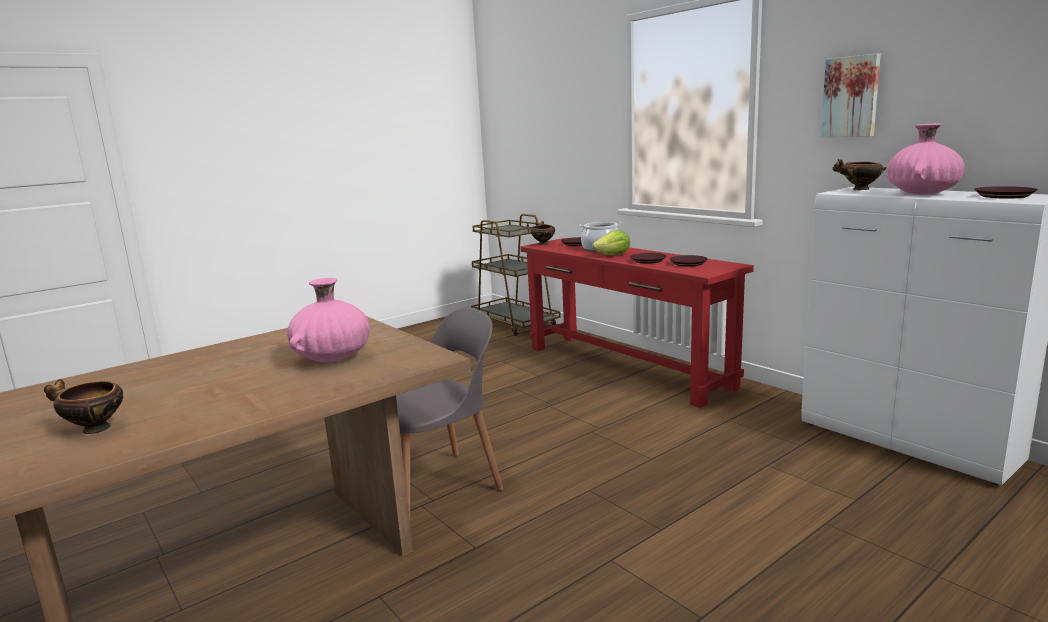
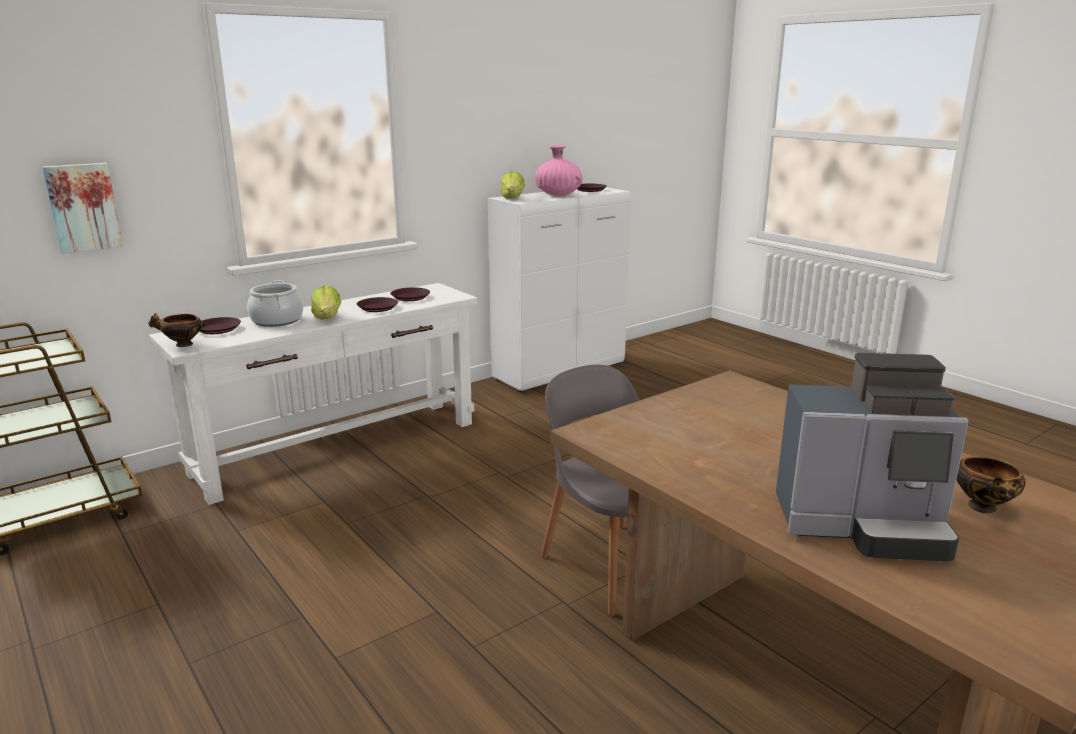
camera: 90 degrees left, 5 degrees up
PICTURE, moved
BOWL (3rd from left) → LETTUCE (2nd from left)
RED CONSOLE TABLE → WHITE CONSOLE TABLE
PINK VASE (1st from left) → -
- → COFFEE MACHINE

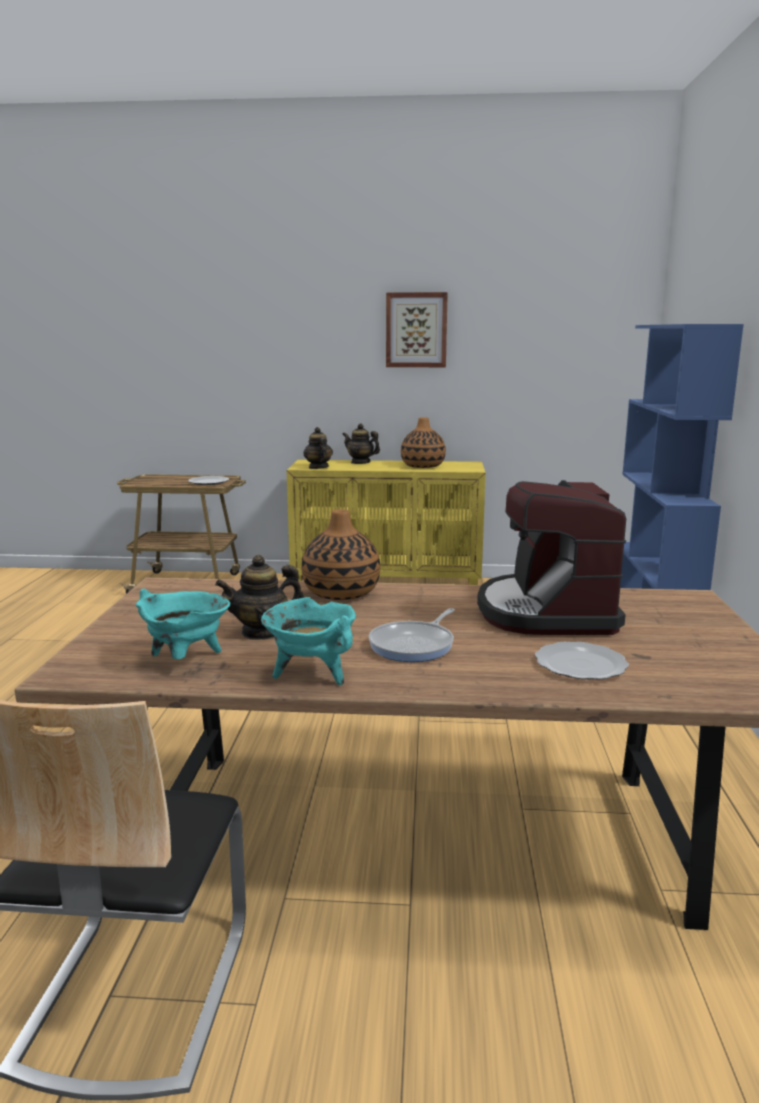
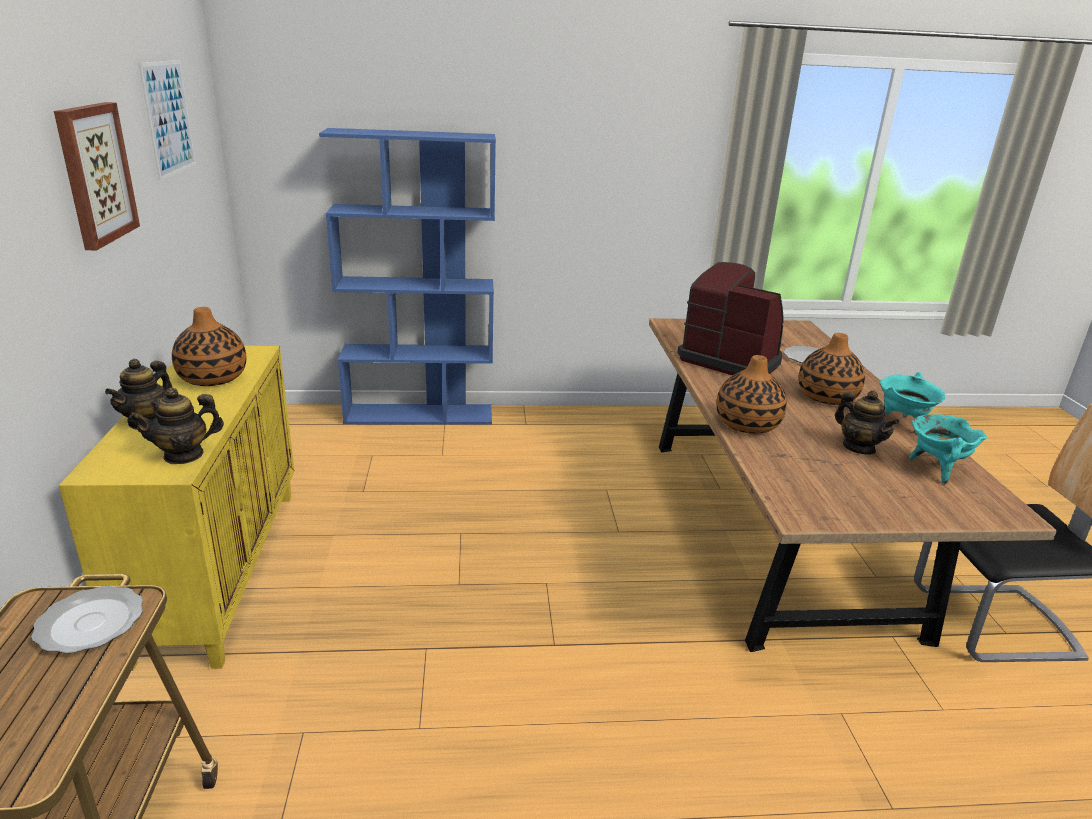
camera: 100 degrees left, 10 degrees up
COFFEE MACHINE, 135 degrees counterclockwise
FRYING PAN → VASE (3rd from left)
- → PICTURE (2nd from left)

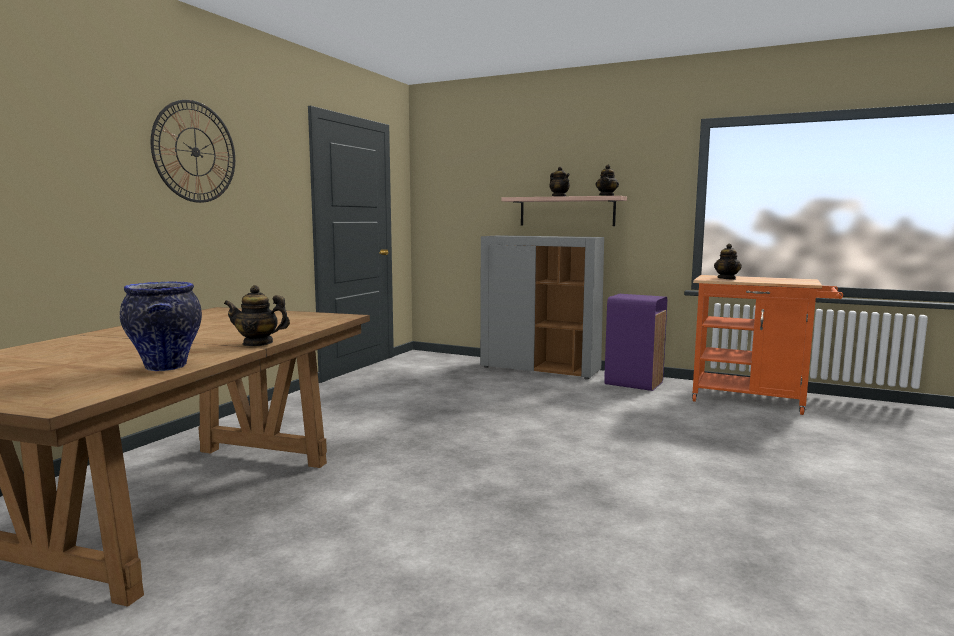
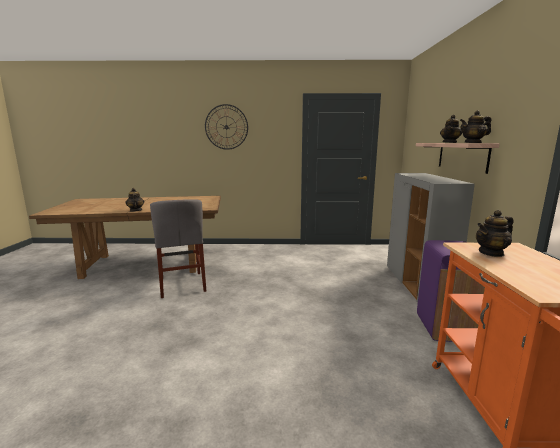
camera: 65 degrees right, 5 degrees up
VASE → -
- → GREY CHAIR

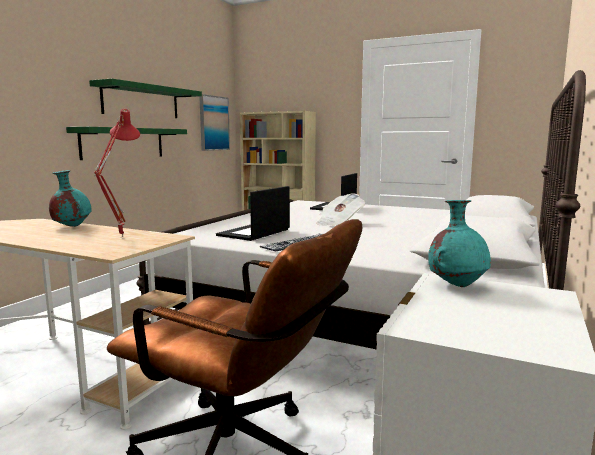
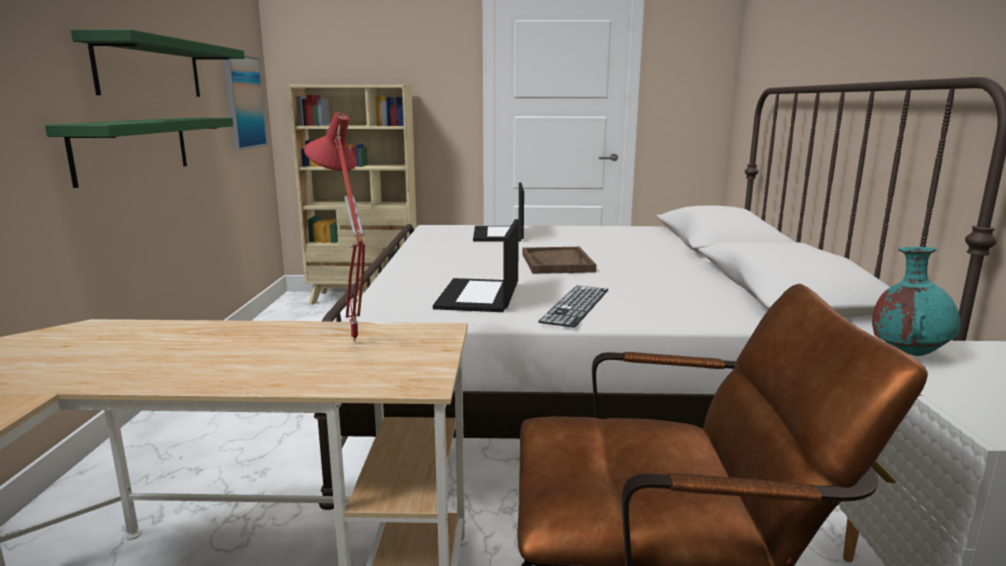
camera: 25 degrees left, 5 degrees up
TURQUOISE VASE (1st from left) → -
NEWSPAPER → BROWN TRAY

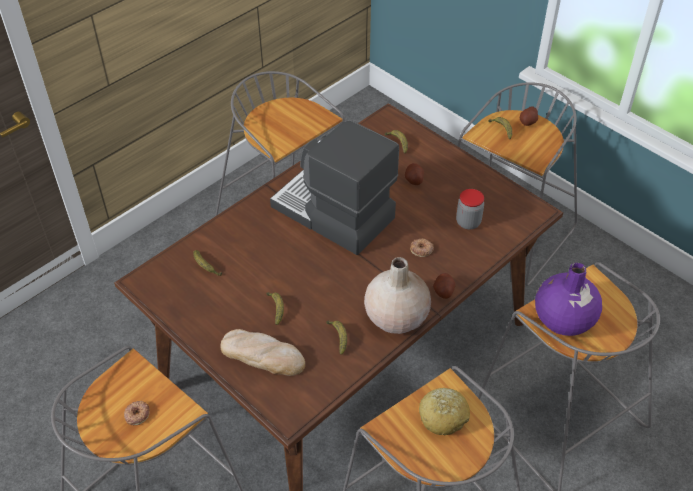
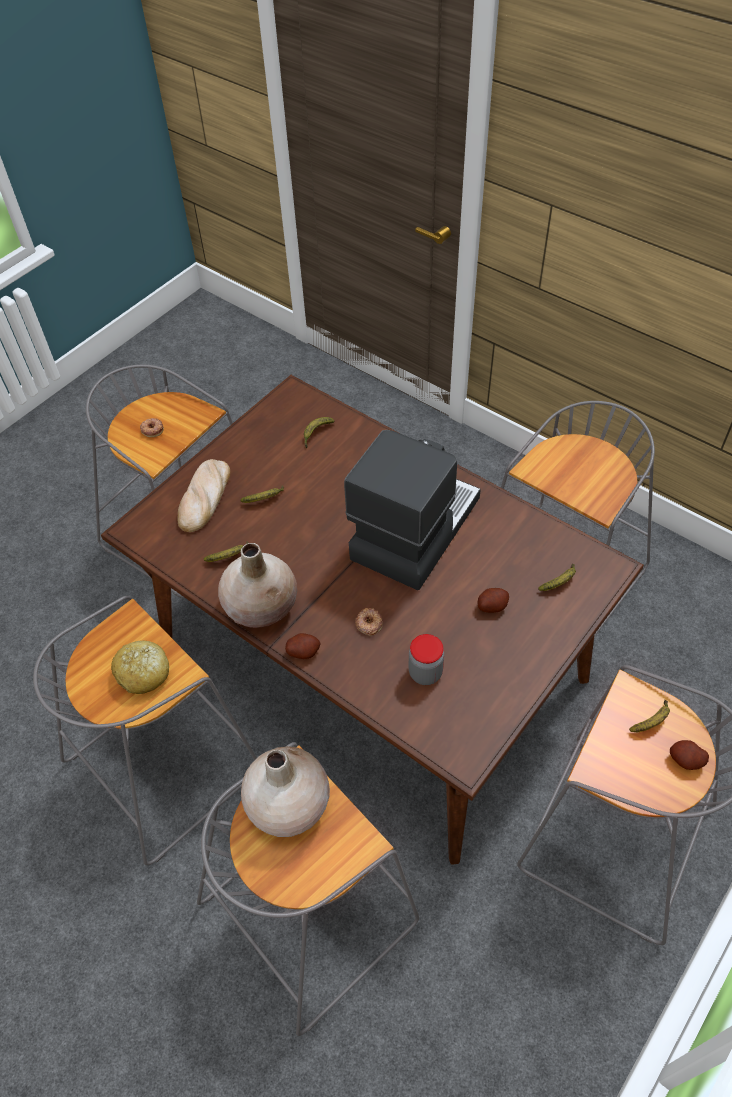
camera: 85 degrees right, 5 degrees up
PURPLE VASE → BEIGE VASE (2nd from left)

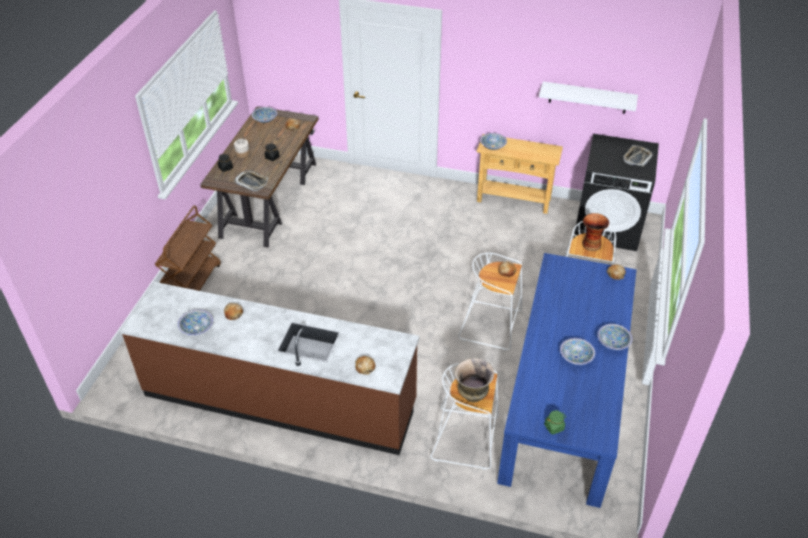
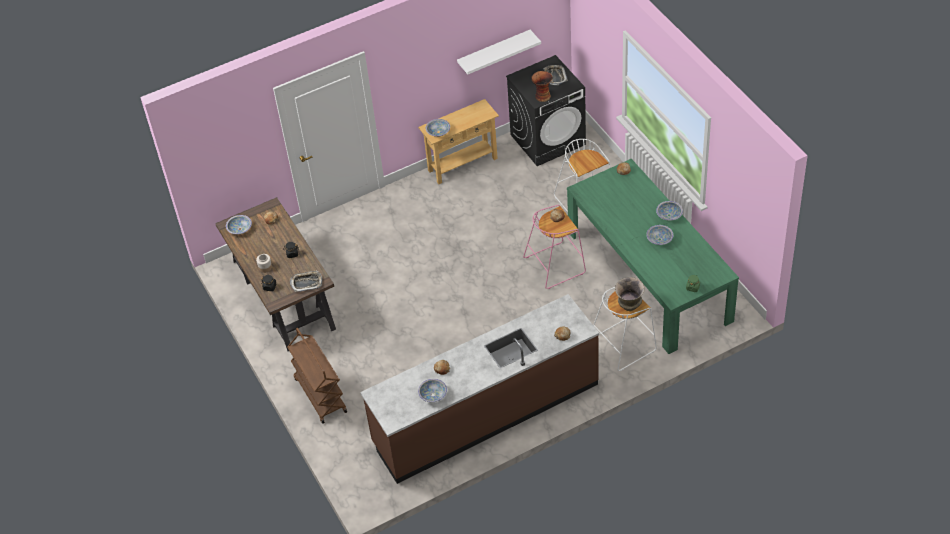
camera: 40 degrees left, 5 degrees up
VASE (2nd from left in the first image) → VASE (1st from left), moved
WHITE STOOL (2nd from left) → PINK STOOL
BLUE DINING TABLE → GREEN DINING TABLE

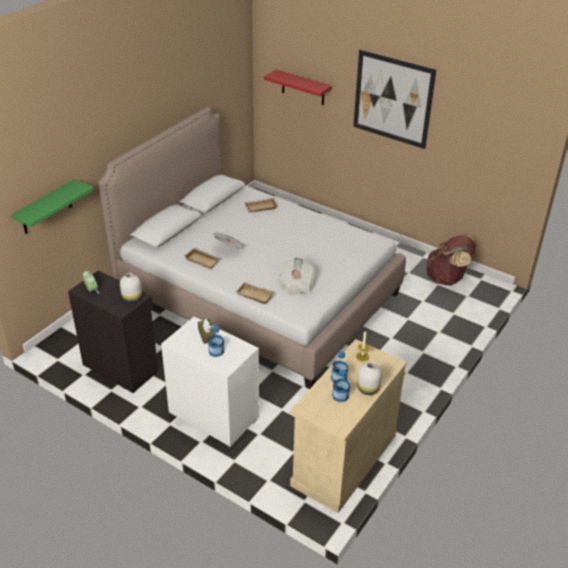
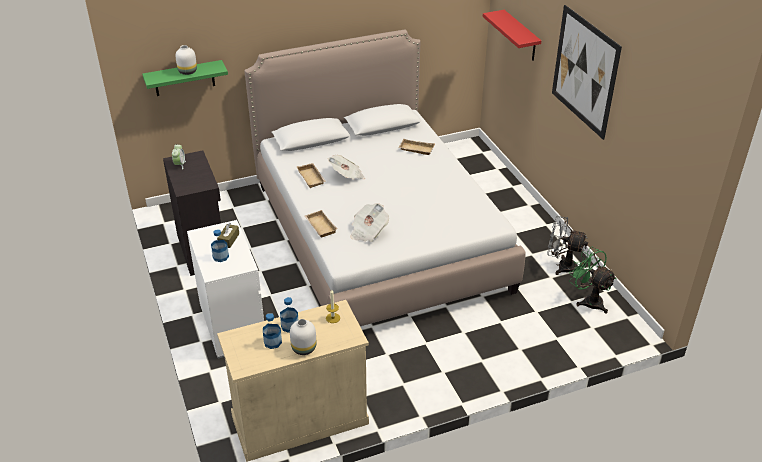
camera: 35 degrees right, 0 degrees up
BROWN BACKPACK → GREEN FAN
WHITE VASE (1st from left), moved
- → GREY FAN

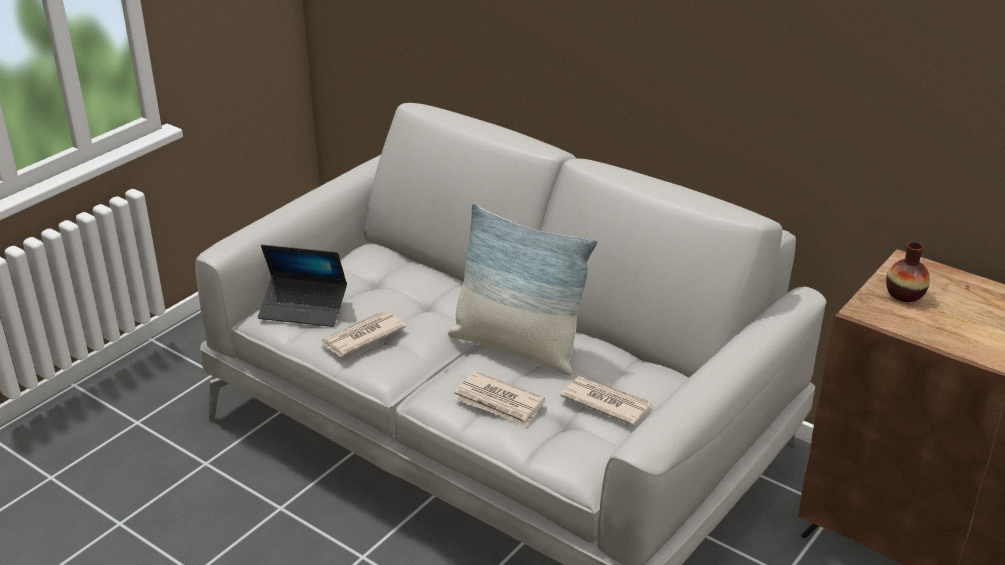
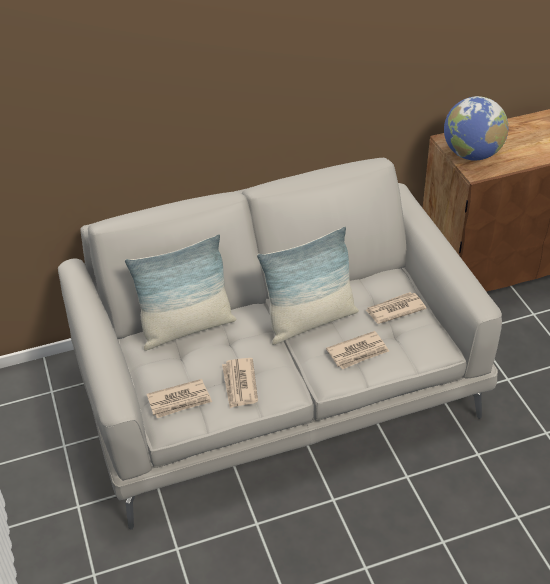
camera: 55 degrees left, 10 degrees up
VASE → GLOBE
LAPTOP → NEWSPAPER (1st from left)
- → PILLOW (1st from left)

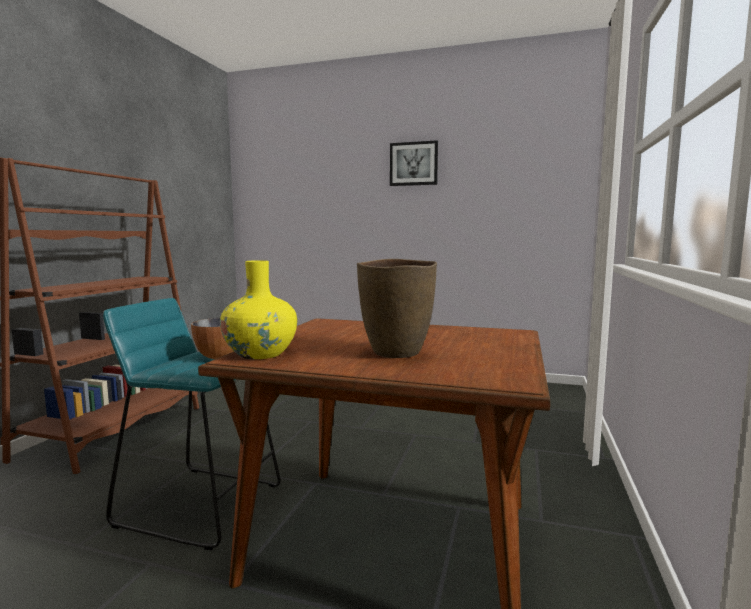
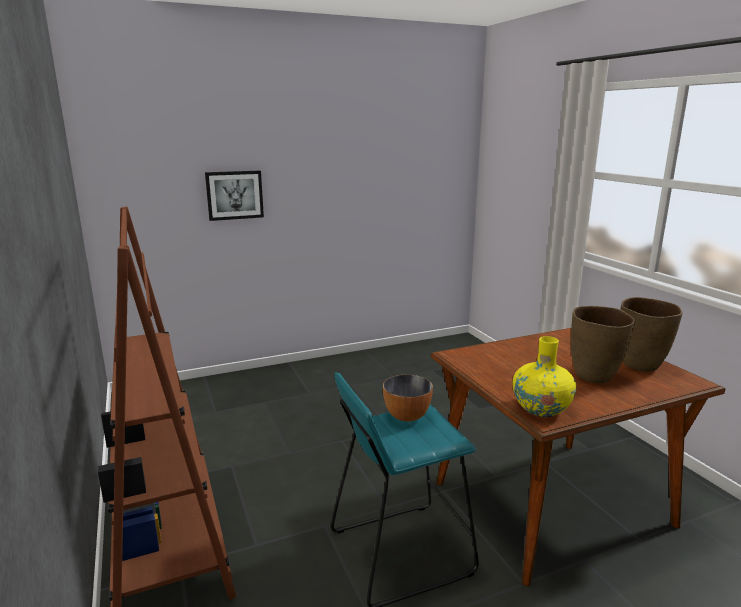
camera: 40 degrees left, 10 degrees up
PICTURE, moved
- → BROWN VASE (2nd from left)

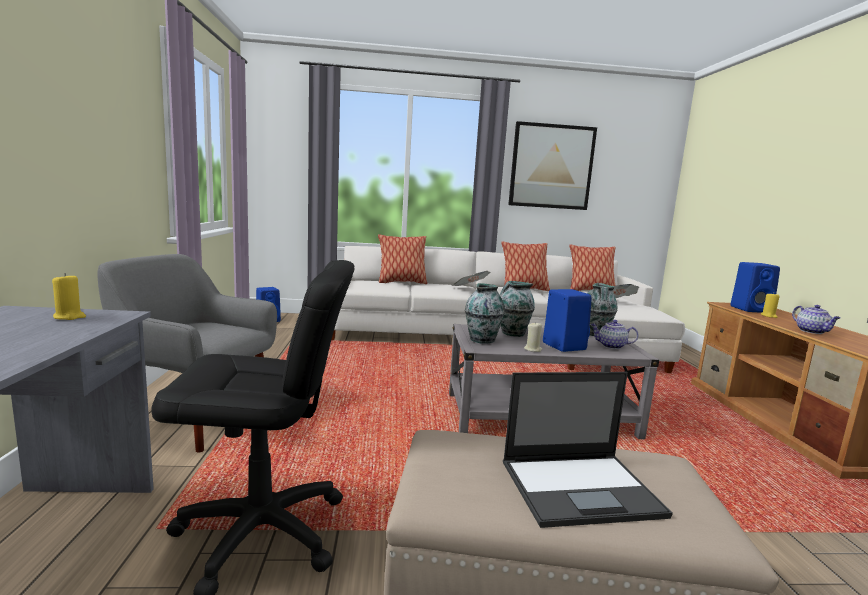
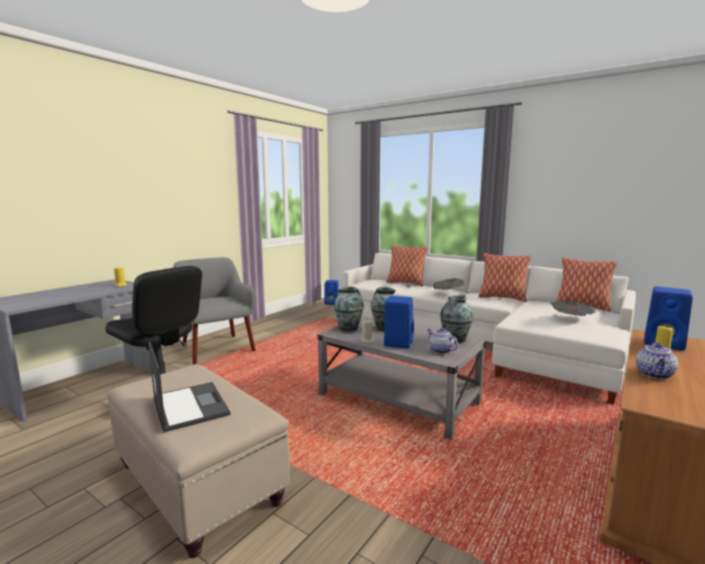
camera: 40 degrees right, 0 degrees up
PICTURE → -
LAPTOP, 150 degrees counterclockwise

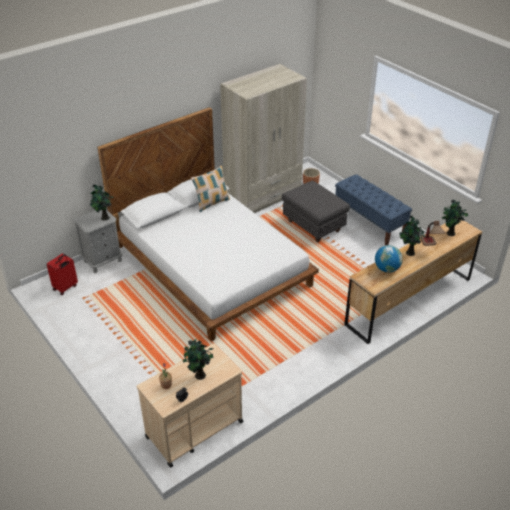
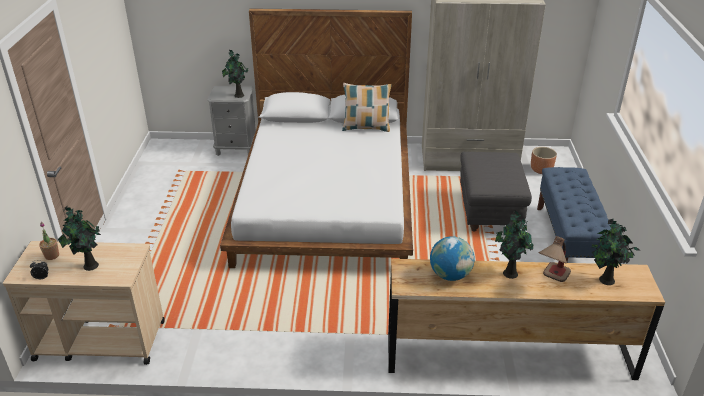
camera: 40 degrees right, 5 degrees down
RED SUITCASE → -

